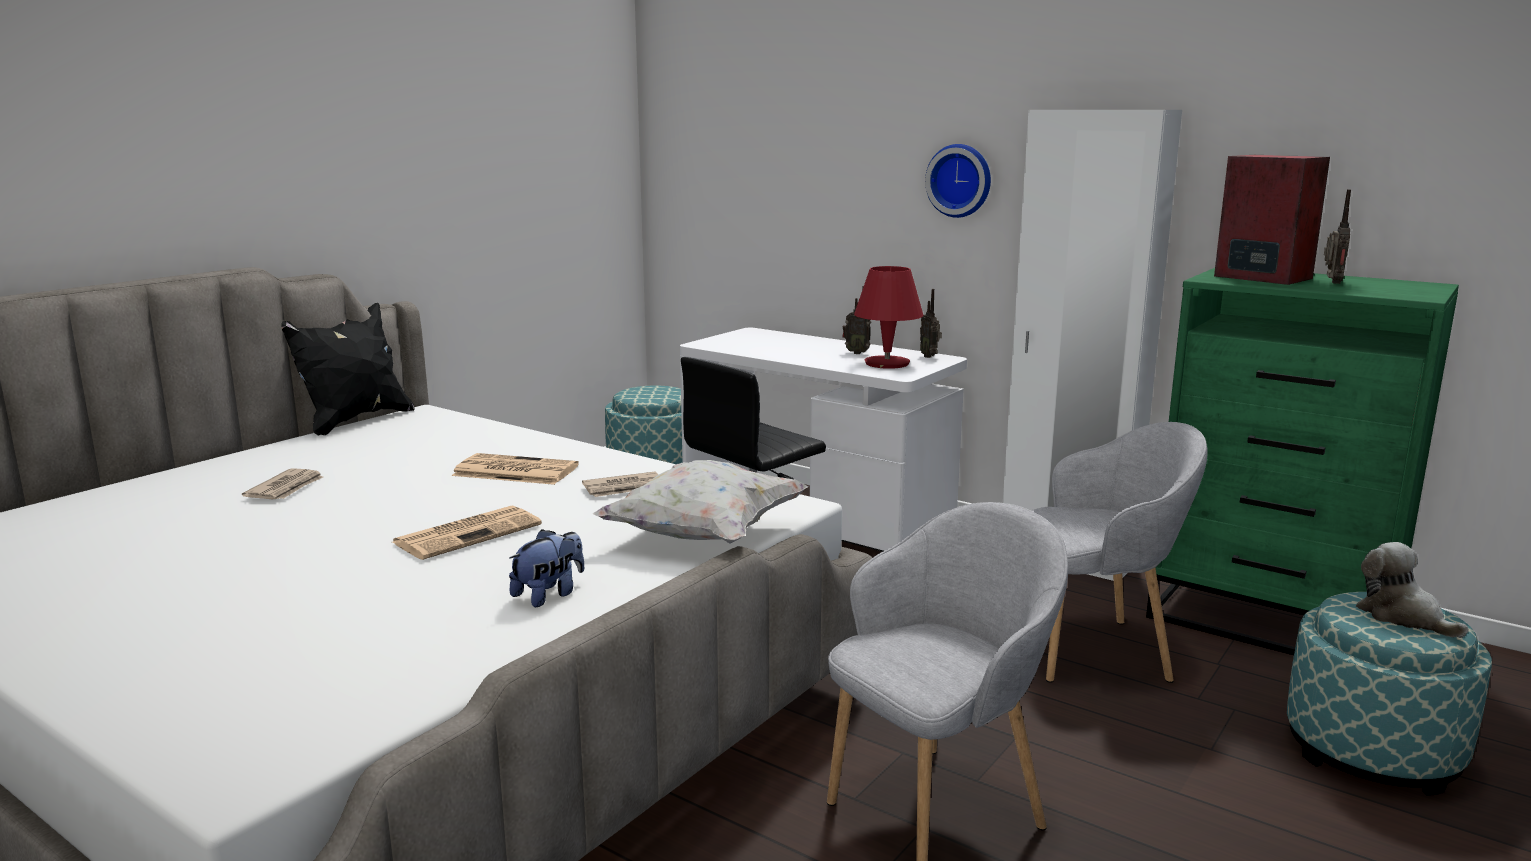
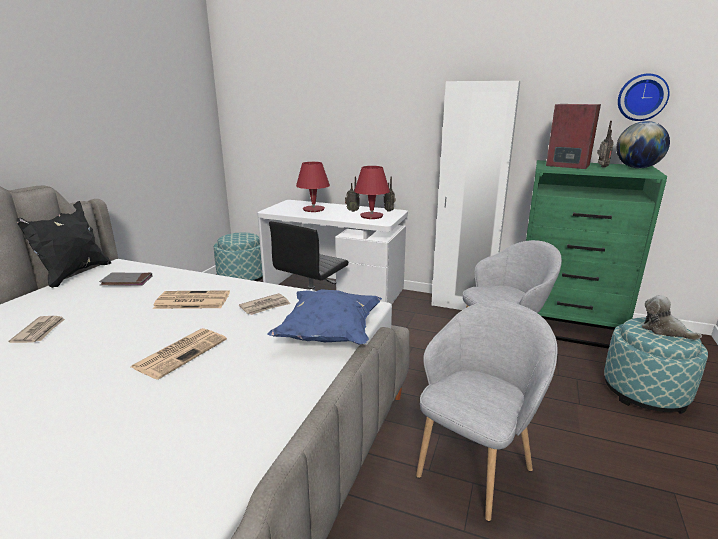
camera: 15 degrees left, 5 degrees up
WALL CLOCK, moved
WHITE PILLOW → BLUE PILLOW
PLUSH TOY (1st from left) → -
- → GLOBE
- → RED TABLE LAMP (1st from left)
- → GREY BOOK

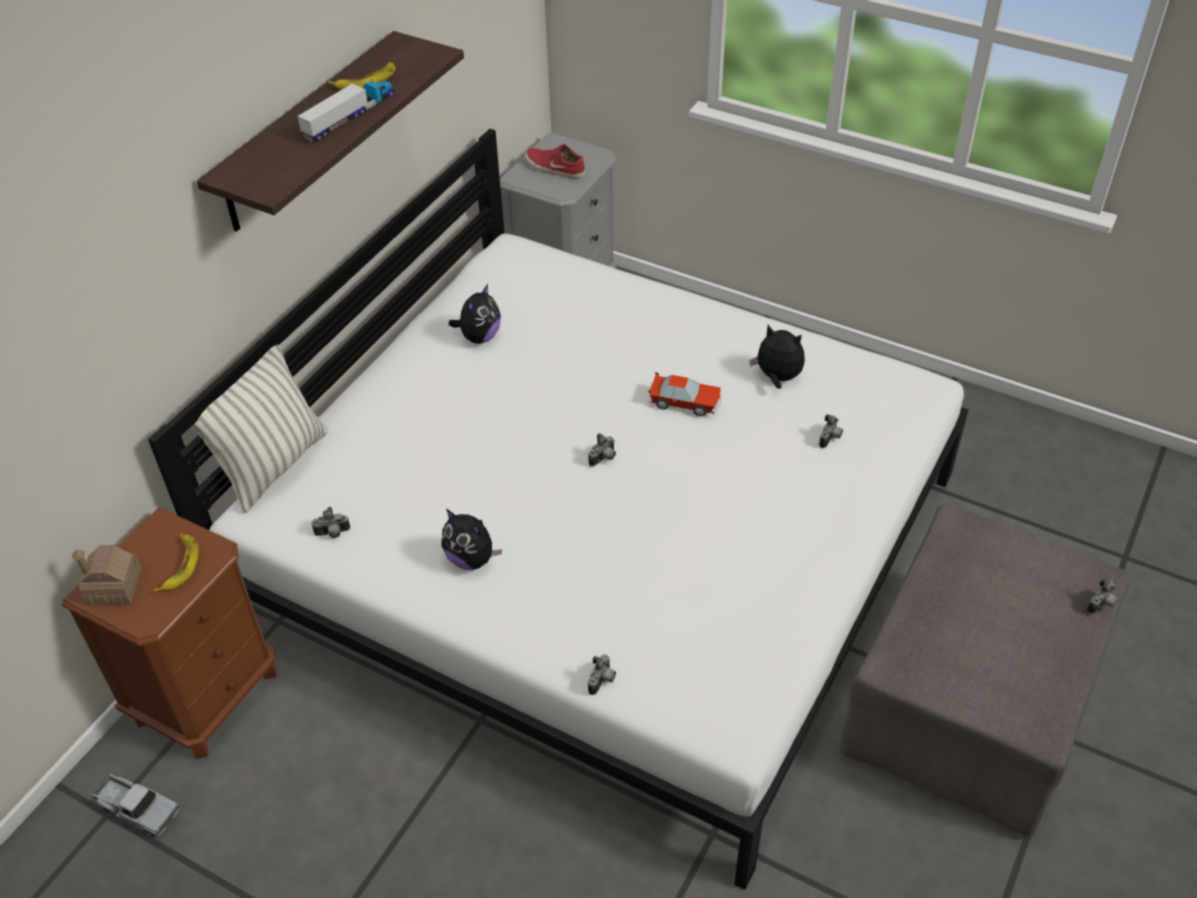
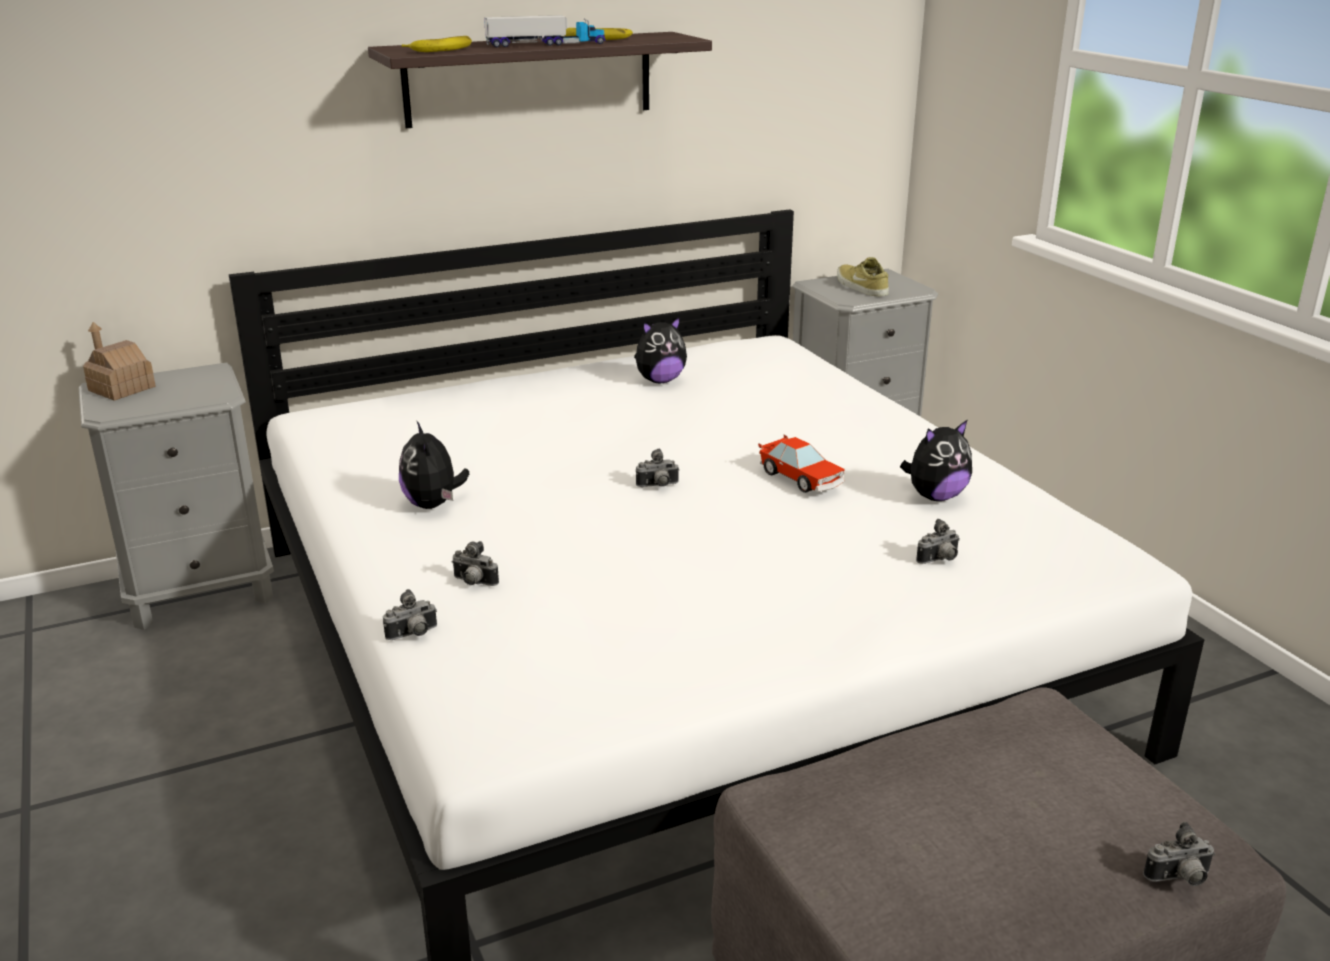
camera: 35 degrees right, 20 degrees down
RED SHOE → BEIGE SHOE
PLUSH TOY (3rd from left), 90 degrees clockwise
PILLOW → -
PHOTO CAMERA (1st from left in the first image) → PHOTO CAMERA (2nd from left), moved
BROWN NIGHTSTAND → GREY NIGHTSTAND (1st from left)
BANANA (1st from left), moved
TOY TRUCK (1st from left) → -

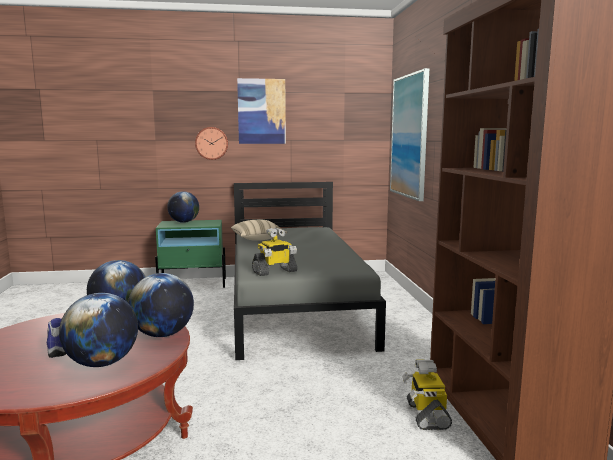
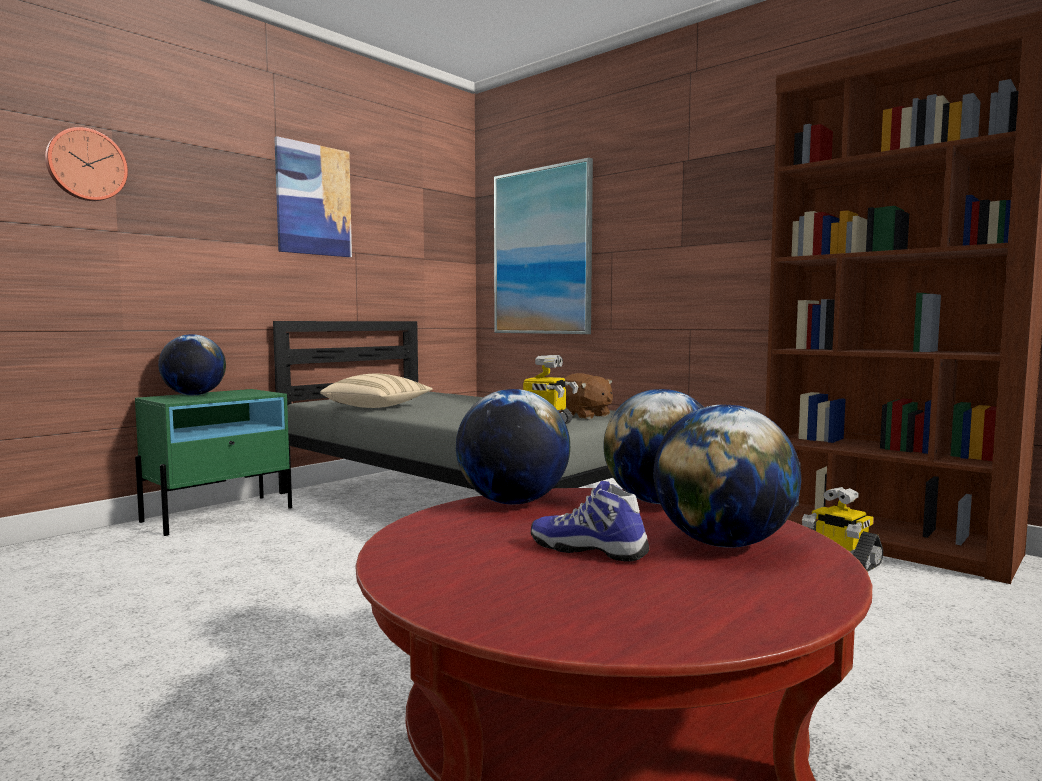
camera: 40 degrees left, 5 degrees down
WALL CLOCK, moved
- → BROWN PLUSH TOY

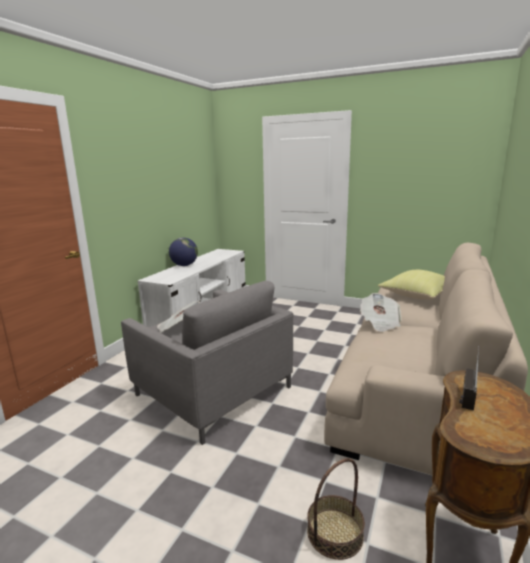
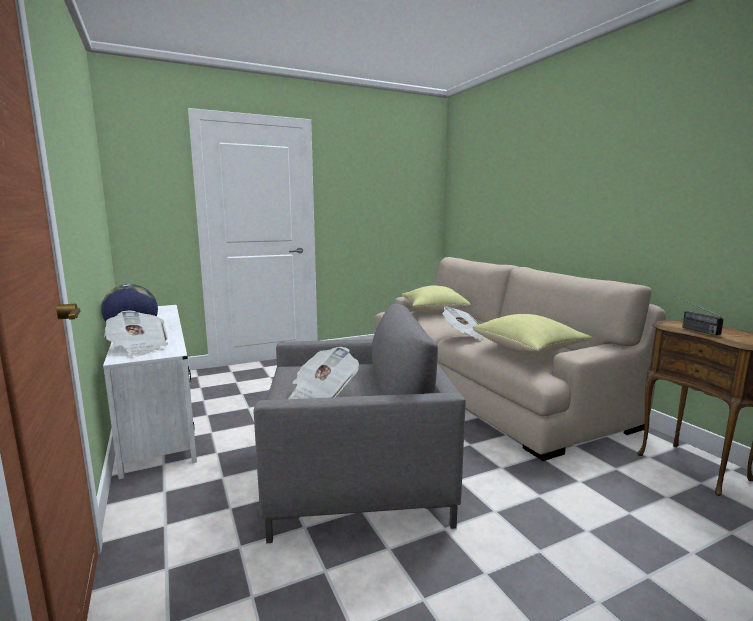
camera: 50 degrees left, 5 degrees down
BASKET → -
- → NEWSPAPER (1st from left)
- → YELLOW PILLOW (2nd from left)

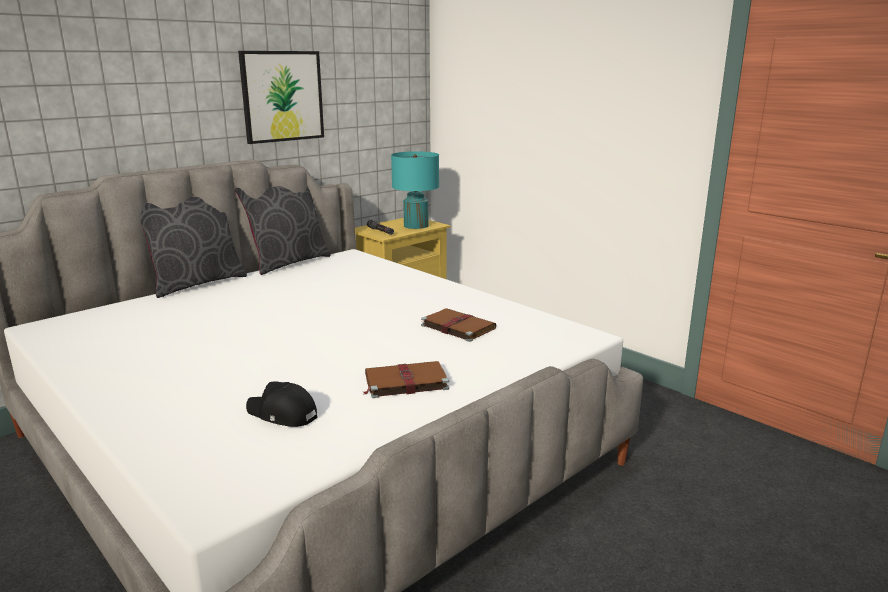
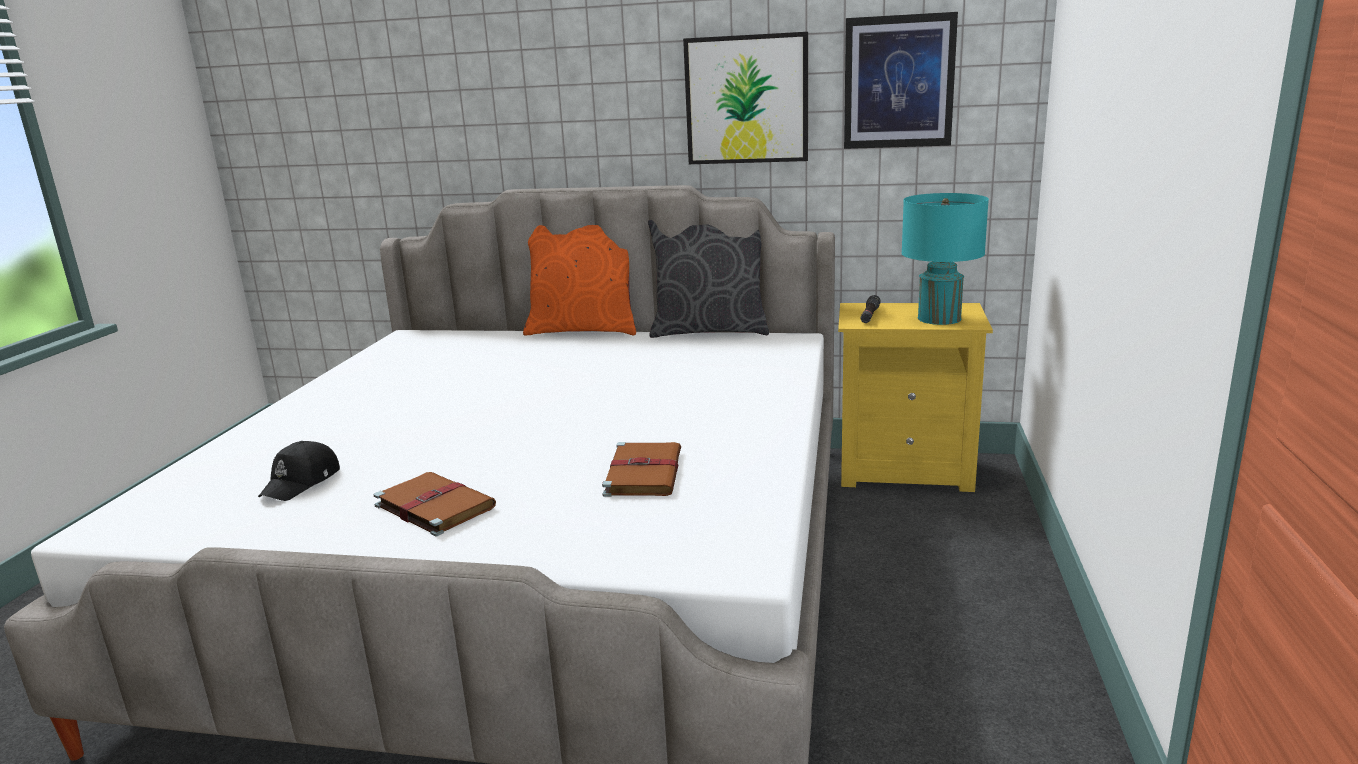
camera: 55 degrees right, 0 degrees up
GREY PILLOW (1st from left) → ORANGE PILLOW
BLACK CAP, 150 degrees counterclockwise
- → PICTURE (2nd from left)

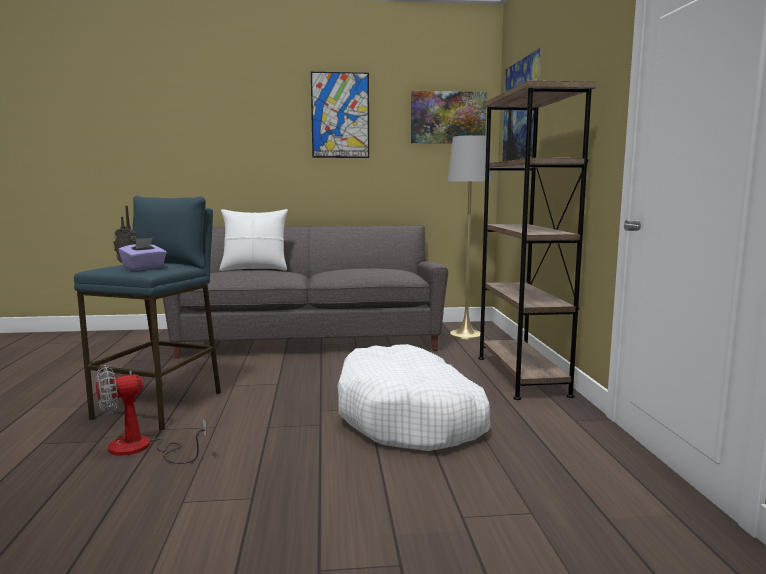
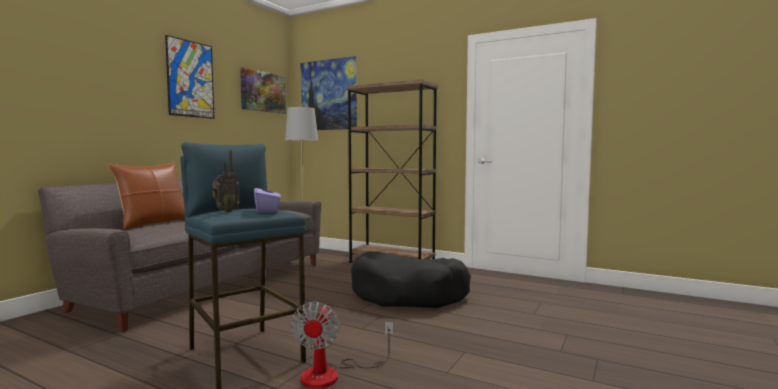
camera: 55 degrees left, 5 degrees down
WHITE PILLOW → BROWN PILLOW
WHITE DOG BED → BLACK DOG BED

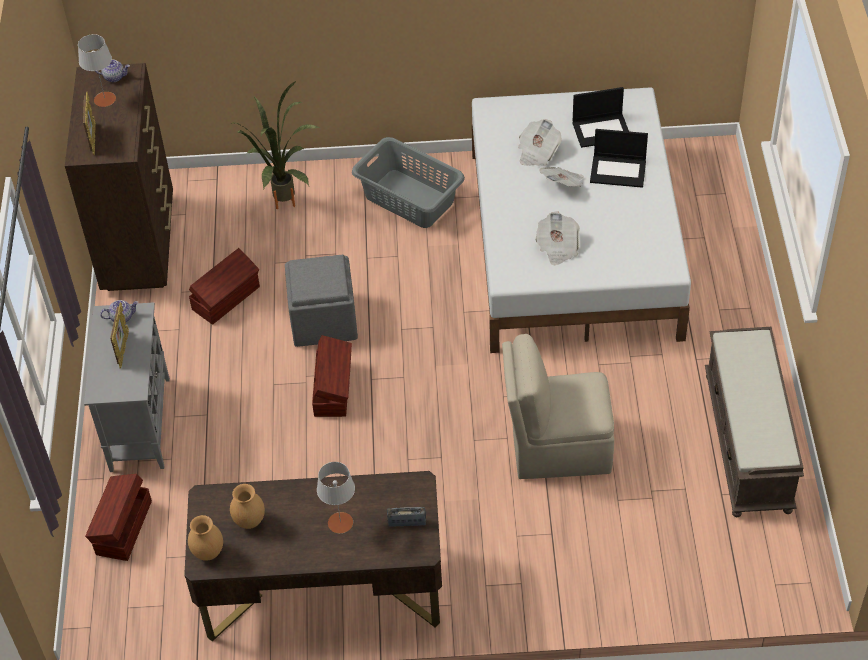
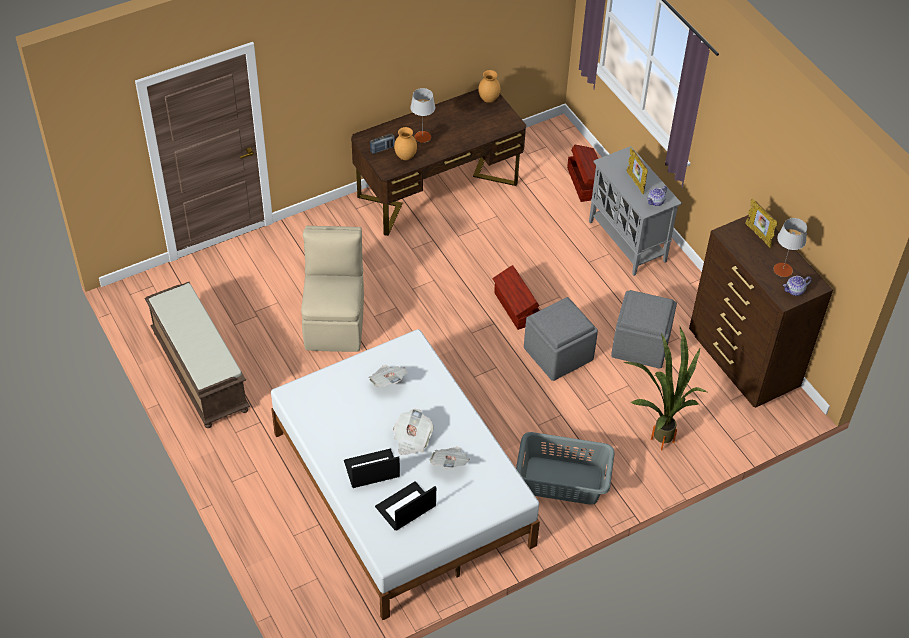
camera: 150 degrees right, 0 degrees up
BROWN STORAGE BOX (2nd from left) → GREY OTTOMAN (2nd from left)
BEIGE CHAIR, 60 degrees counterclockwise
BROWN VASE (2nd from left in the first image) → BROWN VASE (1st from left), moved

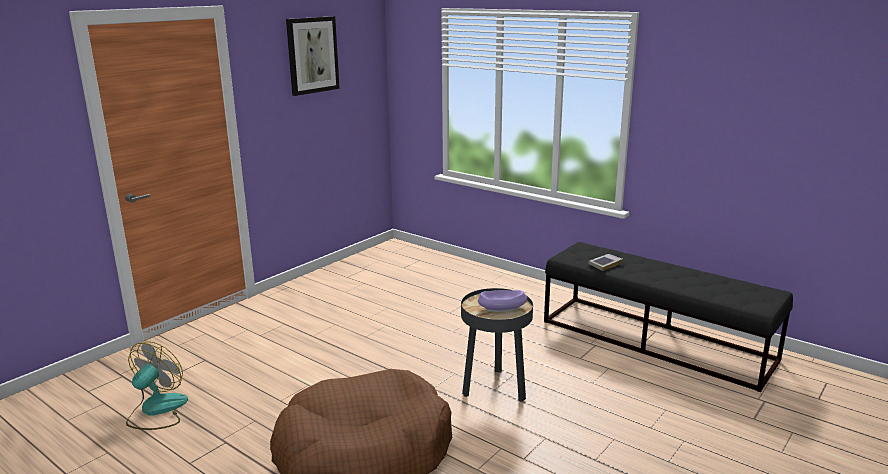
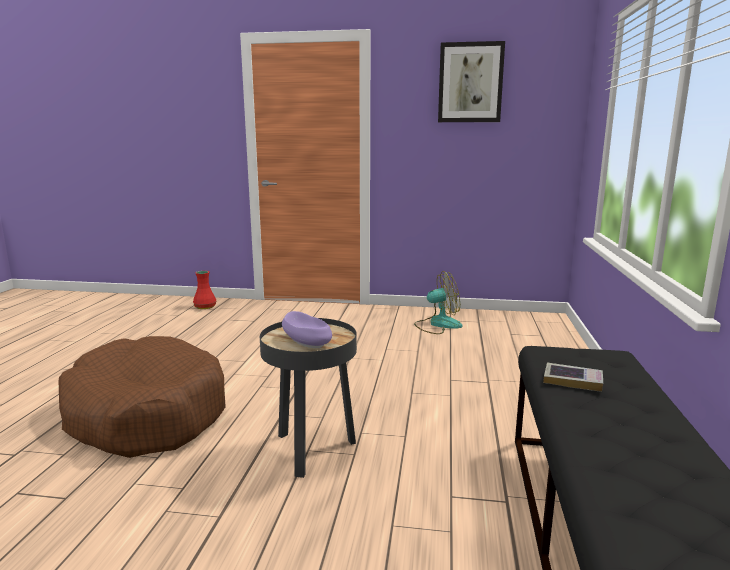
camera: 60 degrees right, 5 degrees down
FAN, moved
- → RED VASE

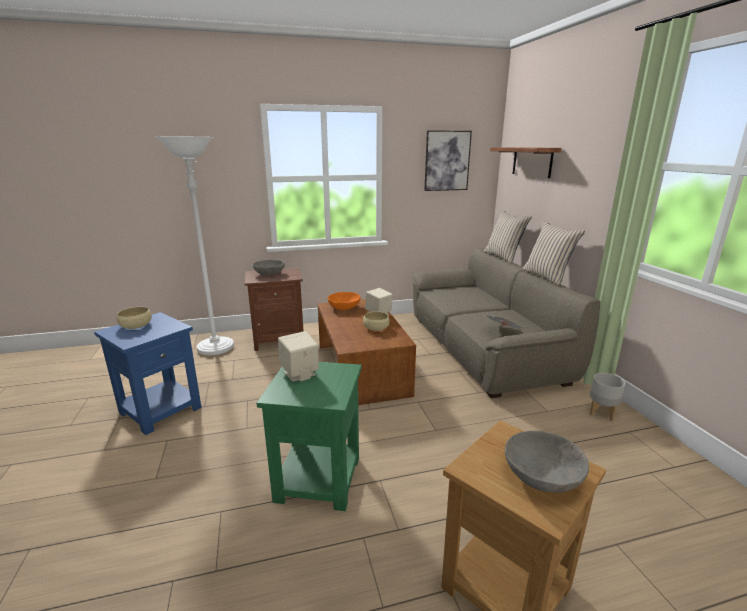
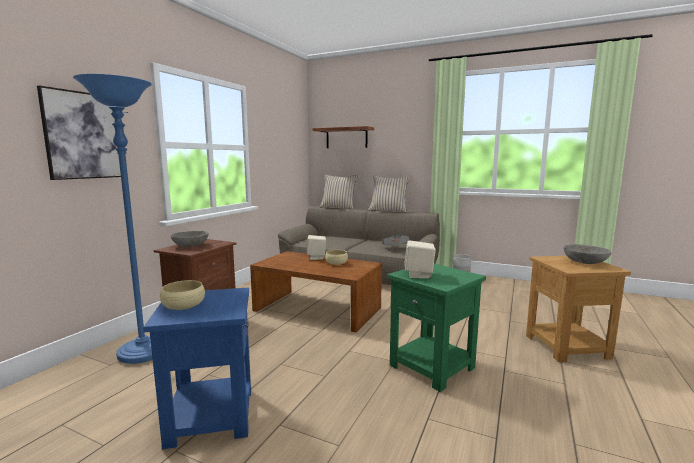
camera: 50 degrees left, 10 degrees down
PICTURE, moved
WHITE FLOOR LAMP → BLUE FLOOR LAMP
ORANGE BOWL → -

